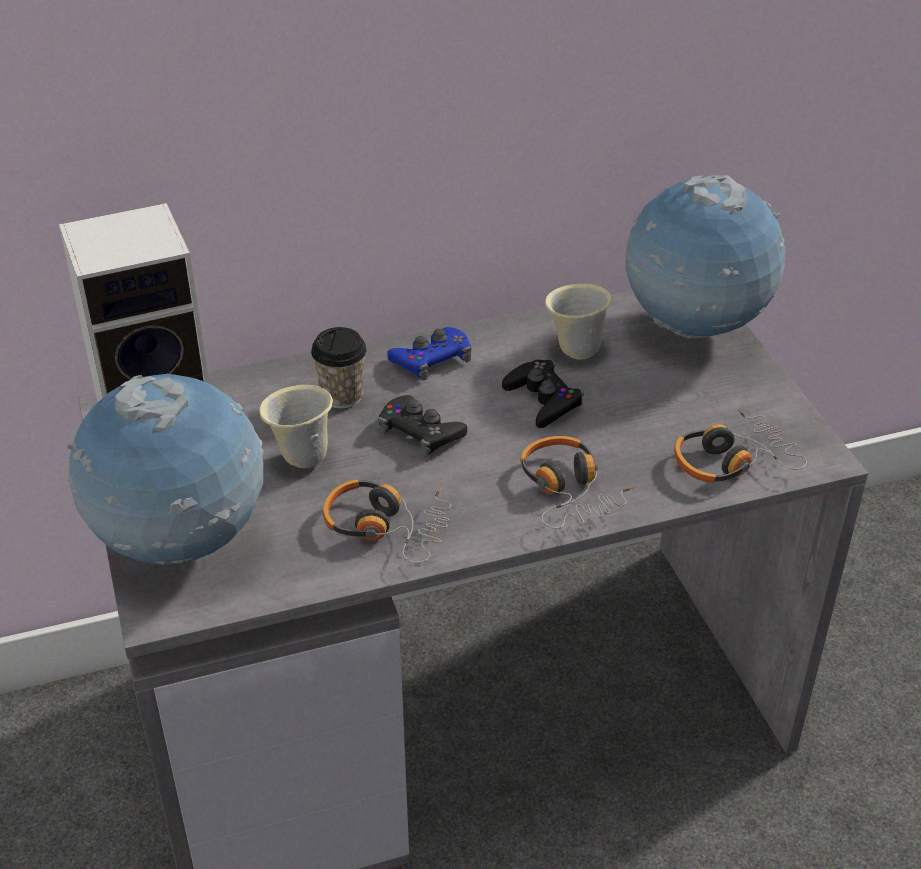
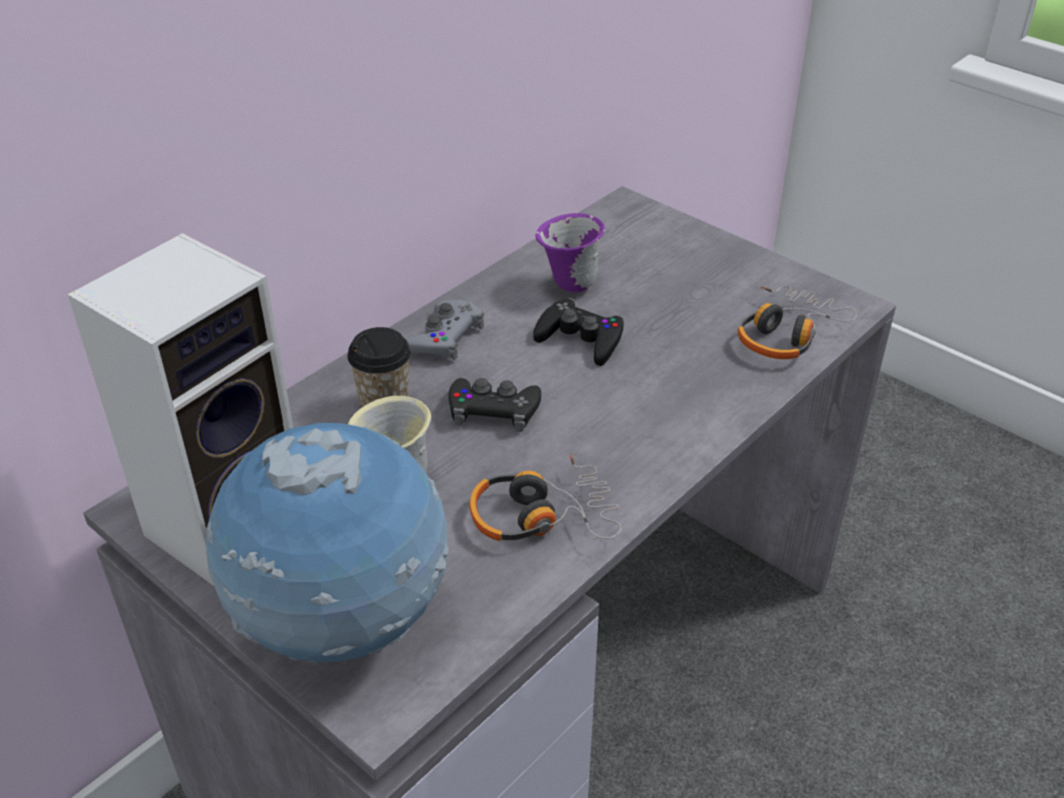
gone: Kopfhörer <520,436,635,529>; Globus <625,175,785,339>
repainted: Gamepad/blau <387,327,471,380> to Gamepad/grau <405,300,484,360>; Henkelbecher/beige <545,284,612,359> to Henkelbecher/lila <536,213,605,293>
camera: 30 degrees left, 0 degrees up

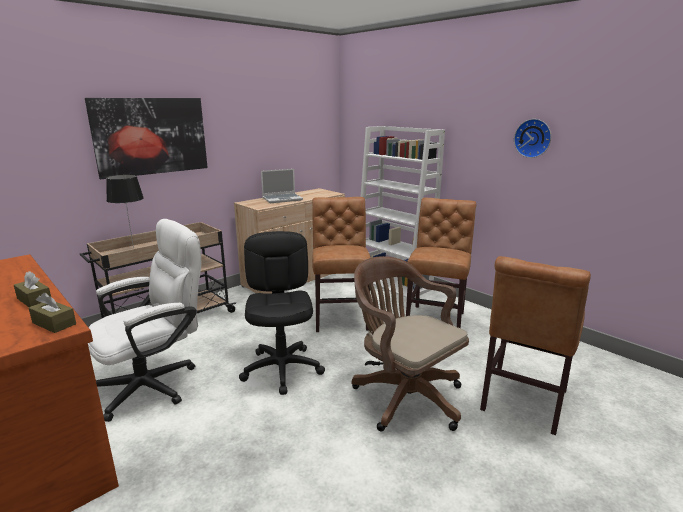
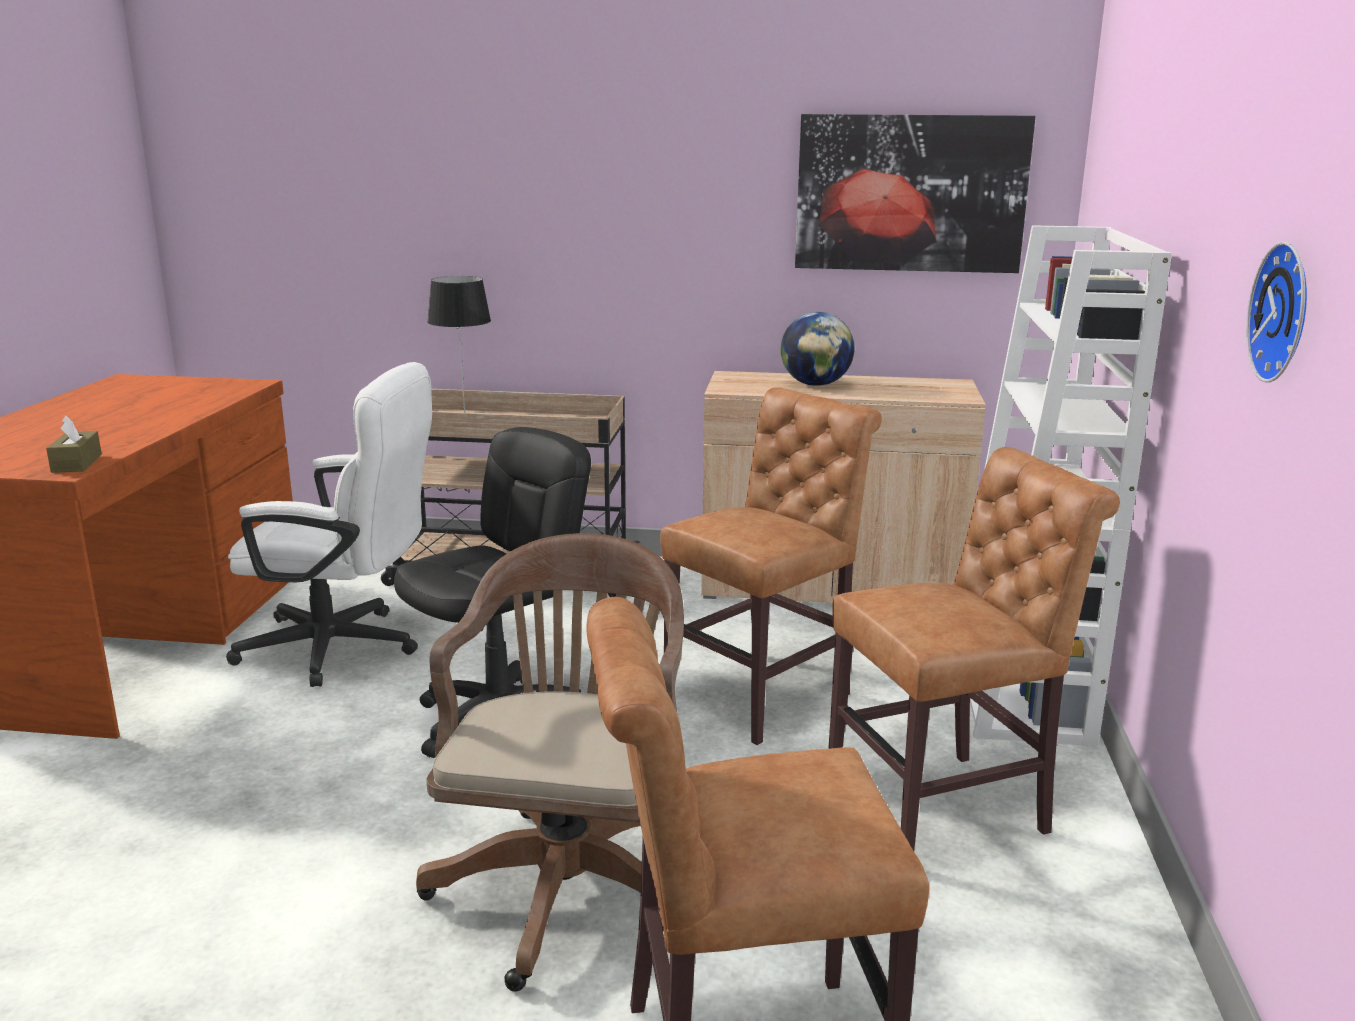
gone: Taschentuchbox/braun <14,271,51,307>
shifted: Bild <85,98,208,179> to <795,114,1035,273>
swapped: Laptop <261,169,303,203> to Globus <781,312,855,386>
camera: 50 degrees right, 0 degrees up

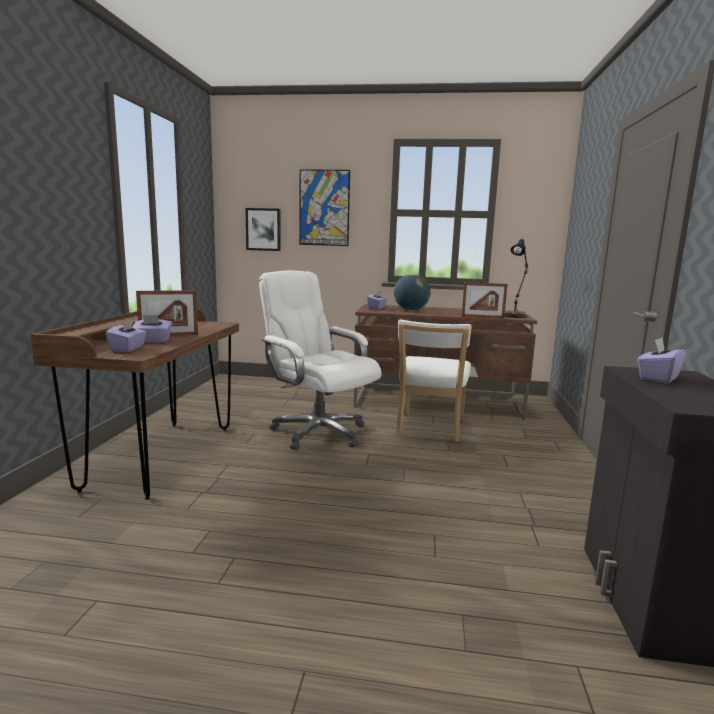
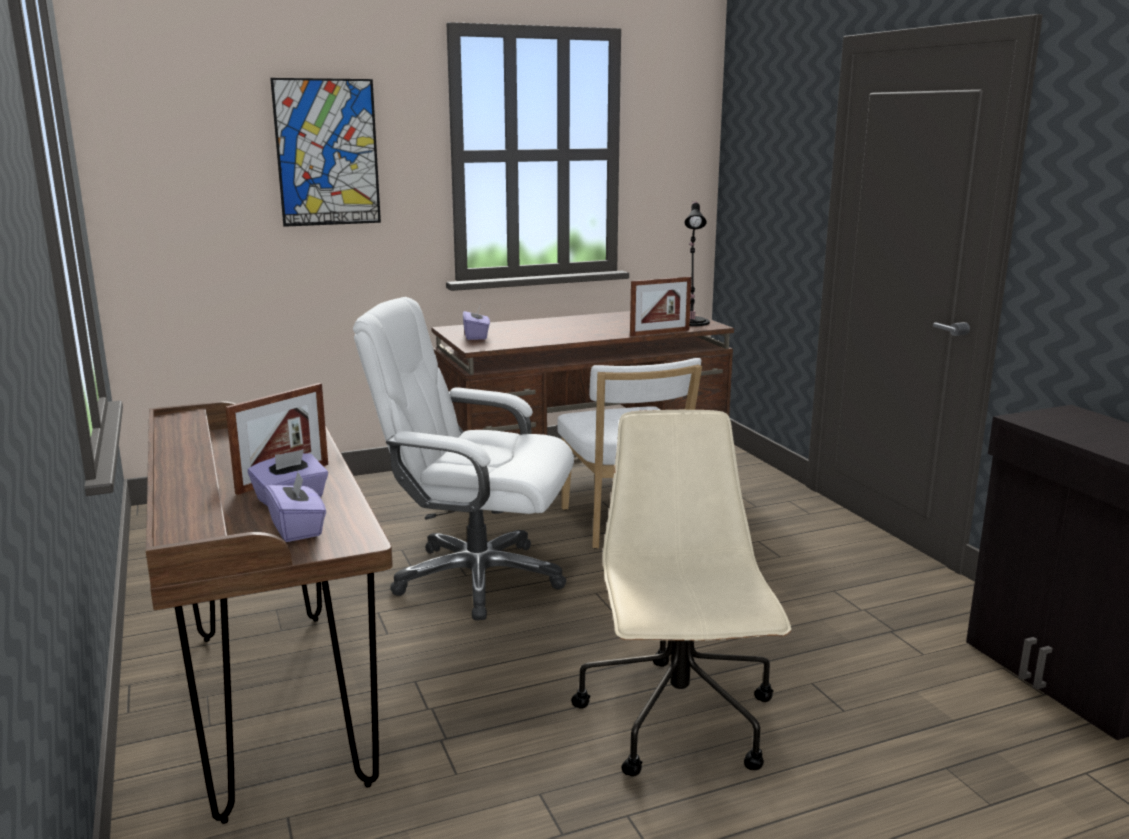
gone: Bild <245,208,281,251>; Globus <394,274,431,311>; Taschentuchbox/lila <637,338,686,384>
new: Bürostuhl/beige <571,410,791,776>
camera: 30 degrees left, 5 degrees up

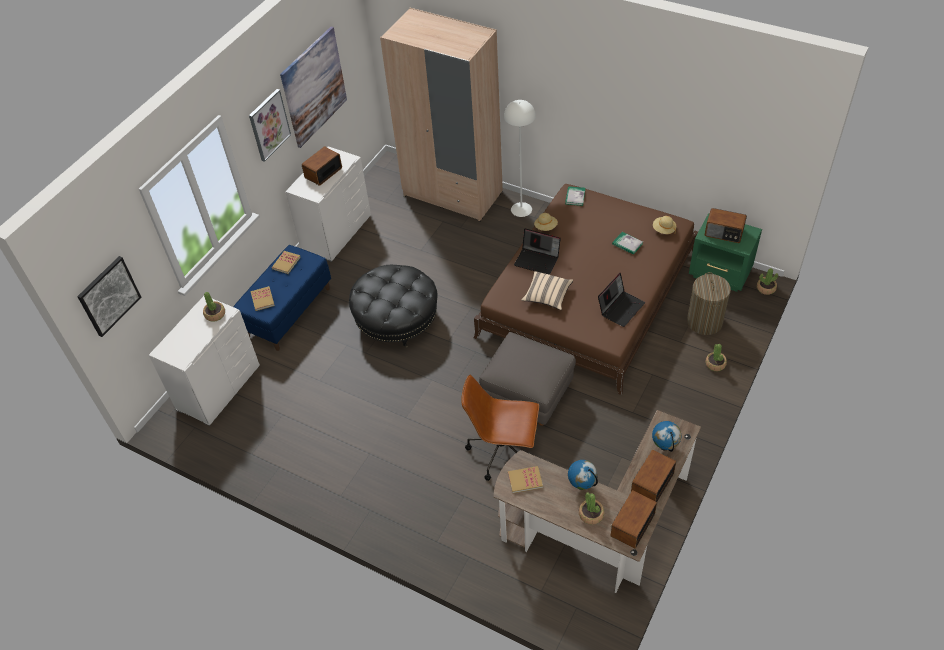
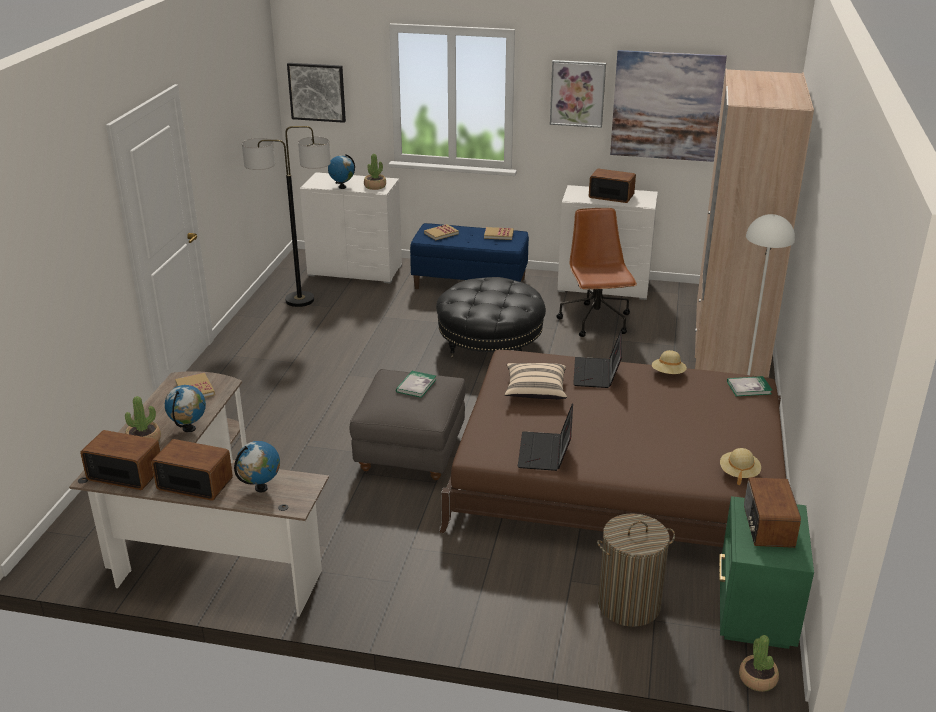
gone: Topfpflanze <705,344,727,371>
new: Stehlampe <242,126,331,307>; Globus <328,154,355,189>
shifted: Bürostuhl/braun <461,375,539,481> to <556,208,637,337>; Buch <612,232,643,255> to <396,371,436,398>
rotated: Laptop <598,273,645,327> = <518,404,573,471> 75 degrees clockwise
camera: 70 degrees right, 20 degrees down

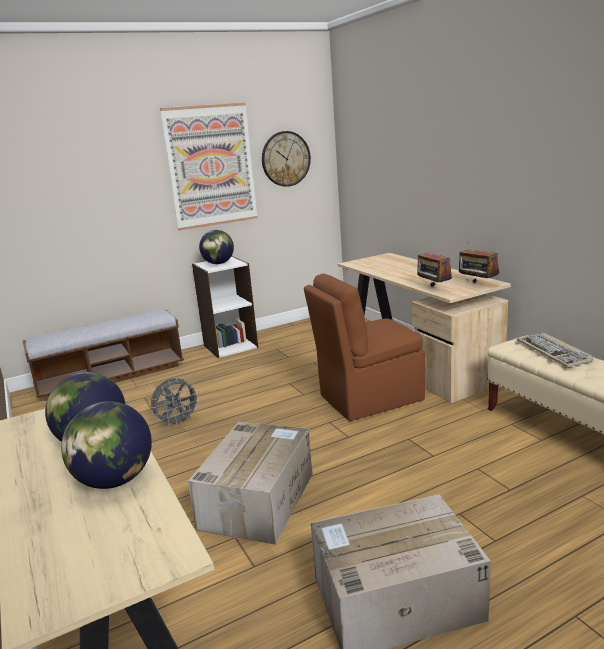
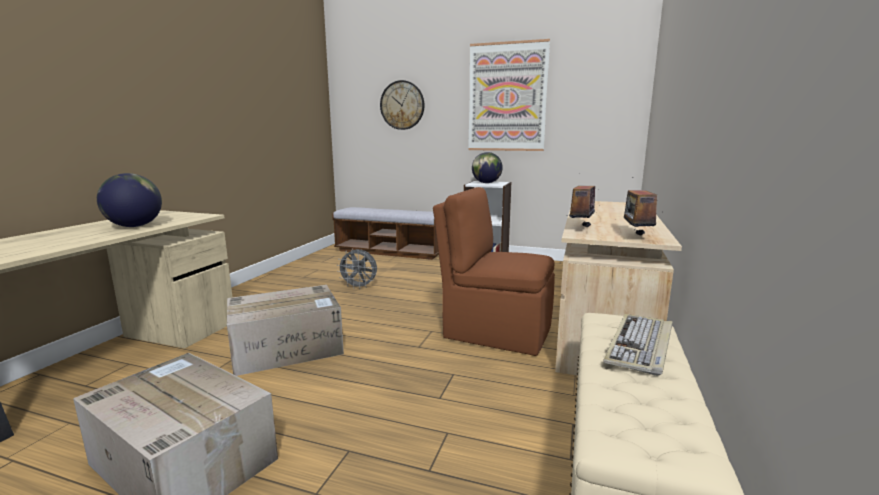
gone: Globus <61,401,152,489>
shifted: Wanduhr <262,131,311,187> to <380,80,424,130>
camera: 45 degrees right, 5 degrees down

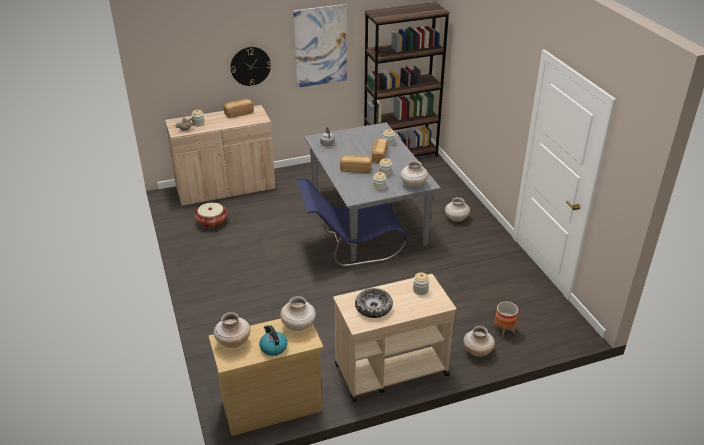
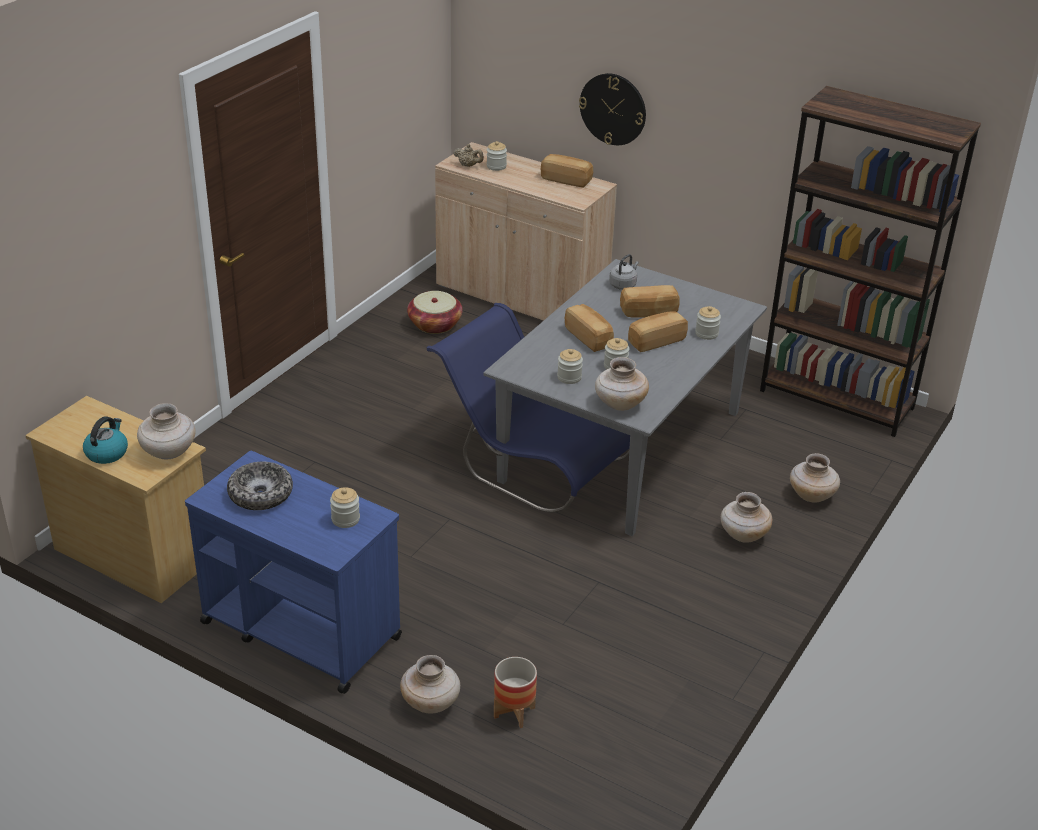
gone: Bild <293,4,347,88>
new: Brot <620,285,680,318>
shifted: Vase/beige <214,312,250,348> to <790,453,840,503>
repainted: Rollwagen/beige <333,274,456,402> to Rollwagen/blau <185,451,402,694>
camera: 50 degrees right, 0 degrees up

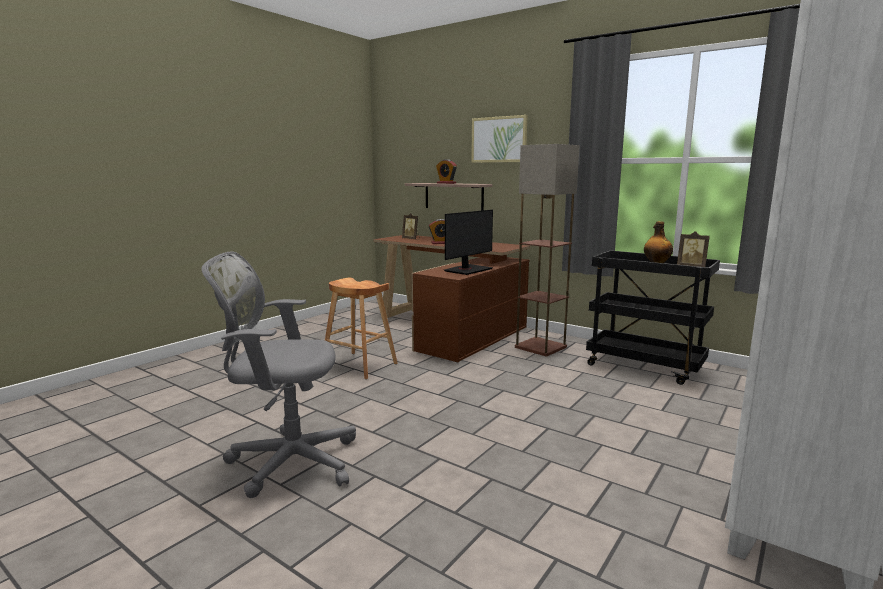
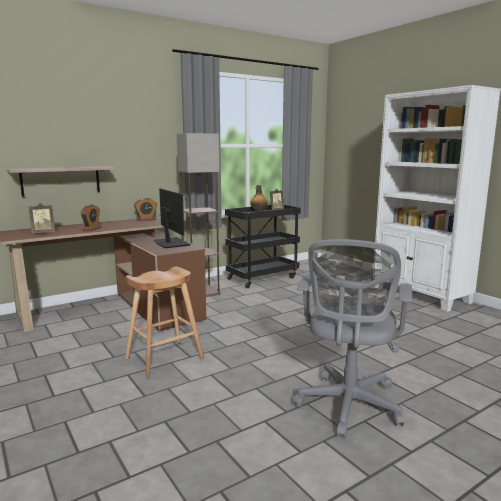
gone: Bild <471,115,528,163>
shifted: Wecker <436,159,457,184> to <134,198,157,221>
camera: 70 degrees left, 0 degrees up

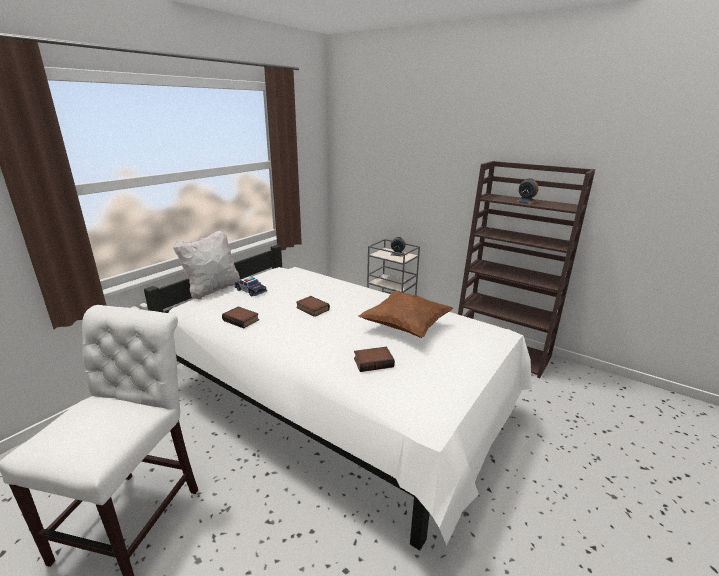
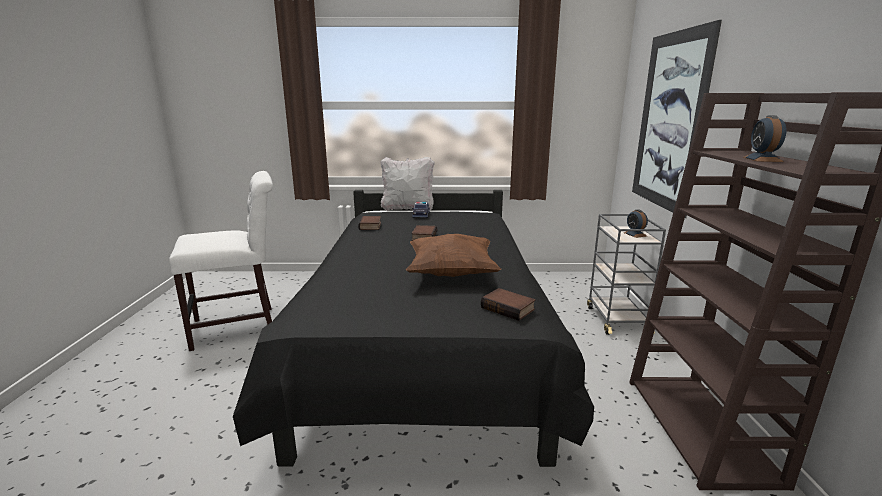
new: Bild <632,20,722,218>
shifted: Buch <354,347,395,372> to <481,288,536,321>
repainted: Bett/weiß <144,245,532,551> to Bett/schwarz <233,190,594,467>
camera: 55 degrees right, 5 degrees down

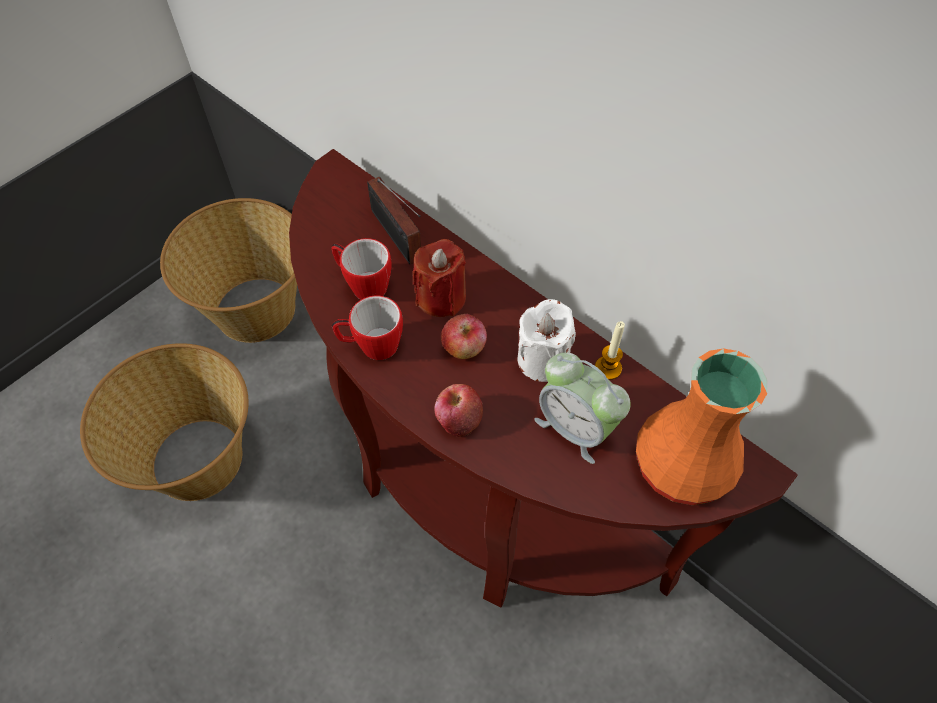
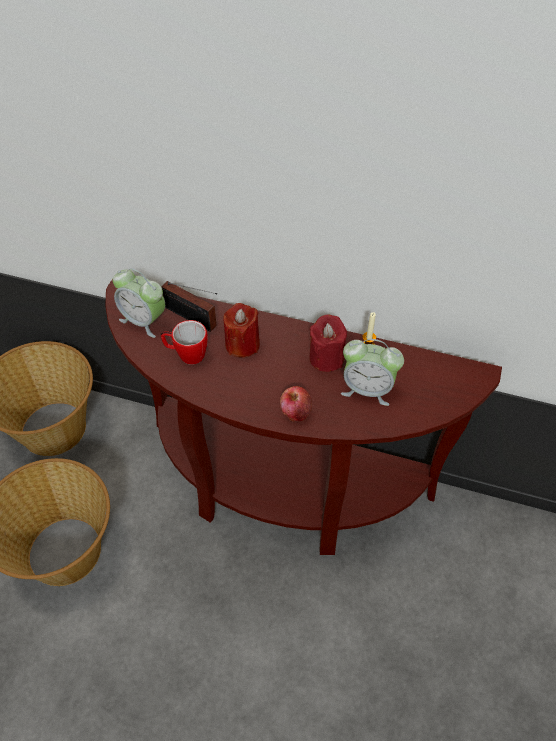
gone: Henkelbecher <332,295,403,360>; Apfel <441,314,487,359>; Vase/orange <636,348,768,505>
new: Wecker <113,268,165,338>
repainted: Kerze/weiß <517,299,576,382> to Kerze/rot <309,315,347,372>
camera: 25 degrees left, 5 degrees down

